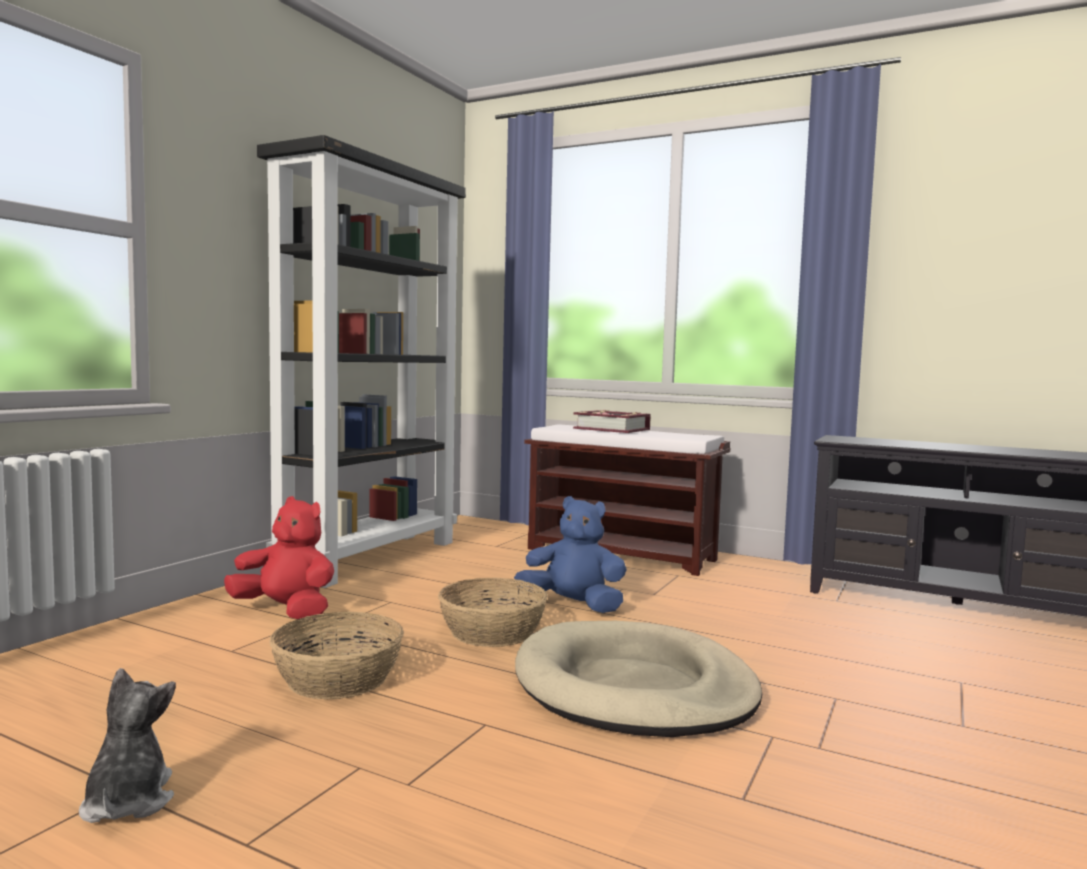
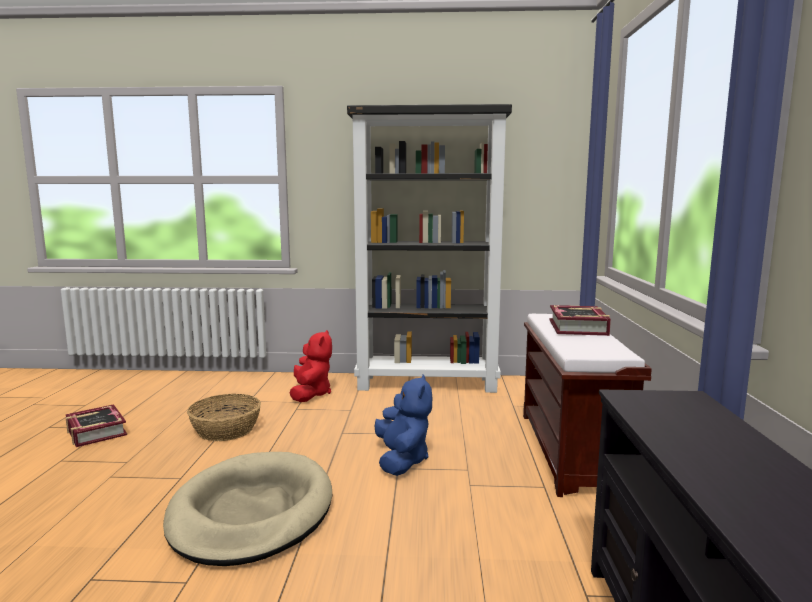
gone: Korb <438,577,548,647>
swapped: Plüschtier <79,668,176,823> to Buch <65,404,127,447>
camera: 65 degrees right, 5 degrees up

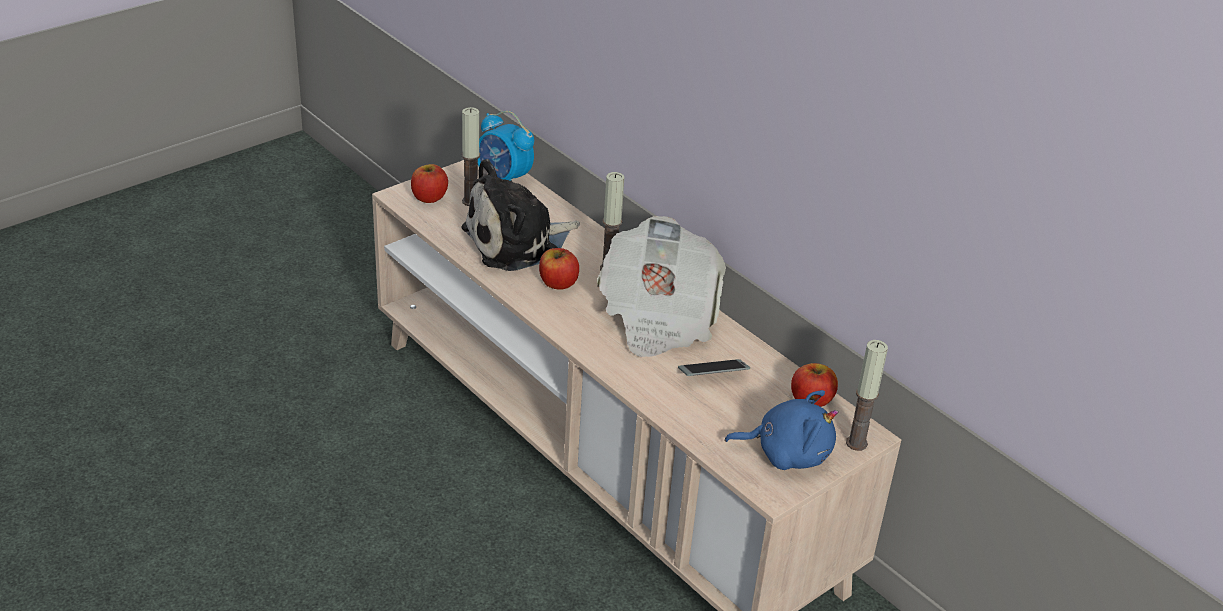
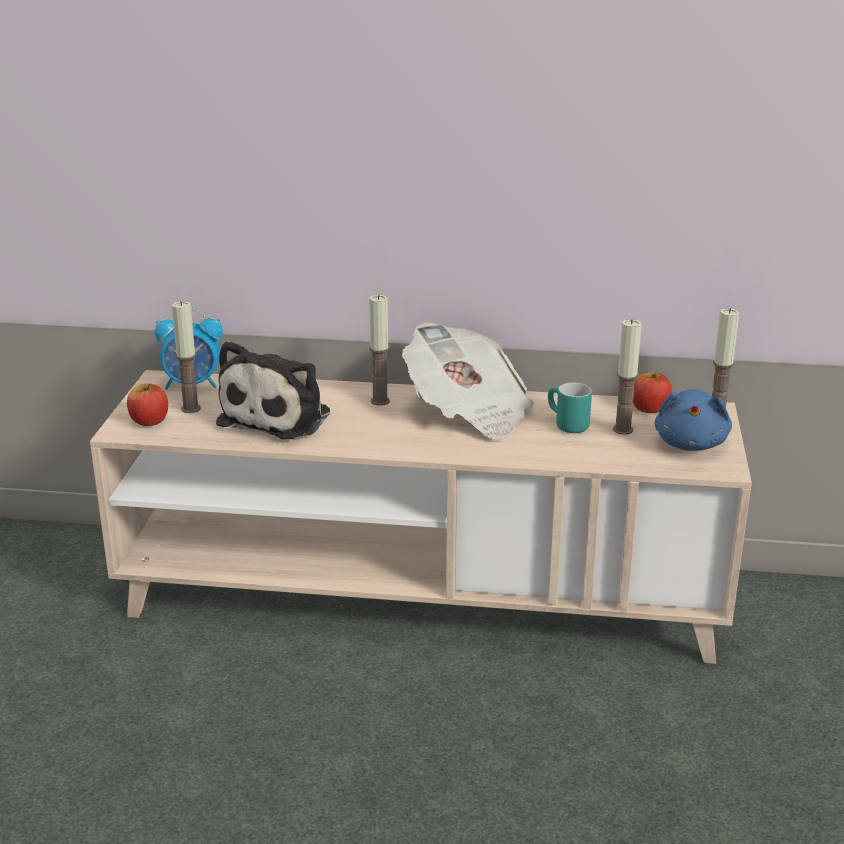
gone: Apfel <539,248,579,290>
new: Kerze <613,319,642,435>
swapped: Handy <678,359,750,376> to Henkelbecher/türkis <548,383,592,433>
rotated: Plüschtier/blau <725,390,838,470> = <655,389,732,451> 135 degrees clockwise
camera: 40 degrees left, 10 degrees down

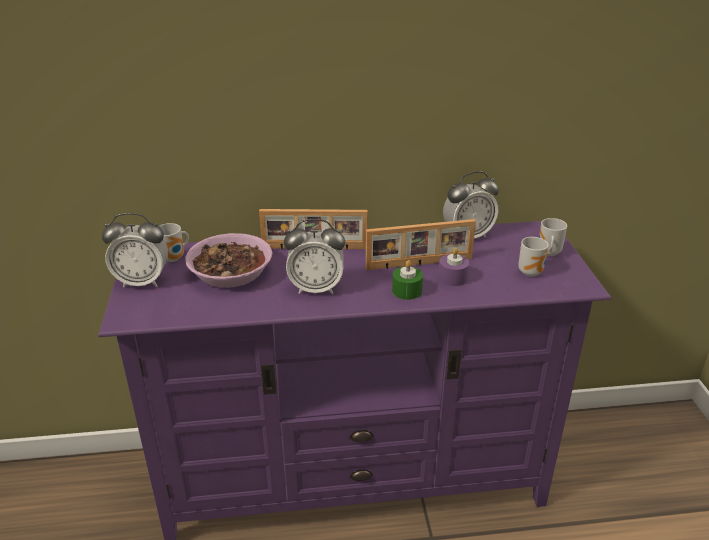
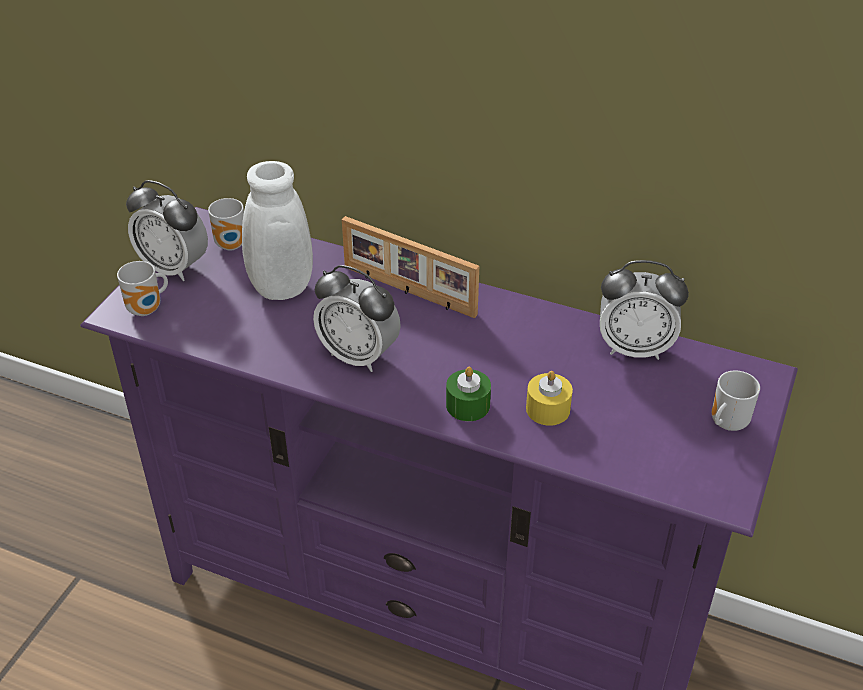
gone: Bilderrahmen <366,219,476,270>
shifted: Henkelbecher <518,237,549,277> to <117,261,168,316>
swapped: Schüssel <185,233,272,288> to Vase/weiß <223,161,313,300>
repainted: Kerze/lila <438,248,469,286> to Kerze/gelb <526,371,573,426>
camera: 30 degrees right, 10 degrees up

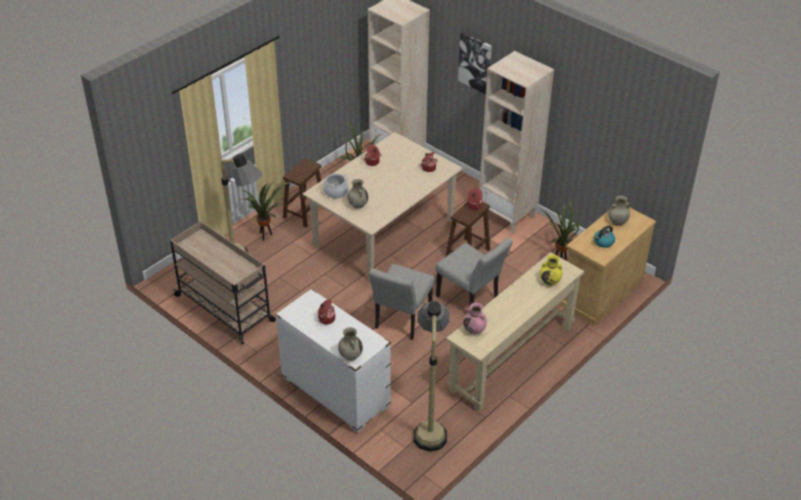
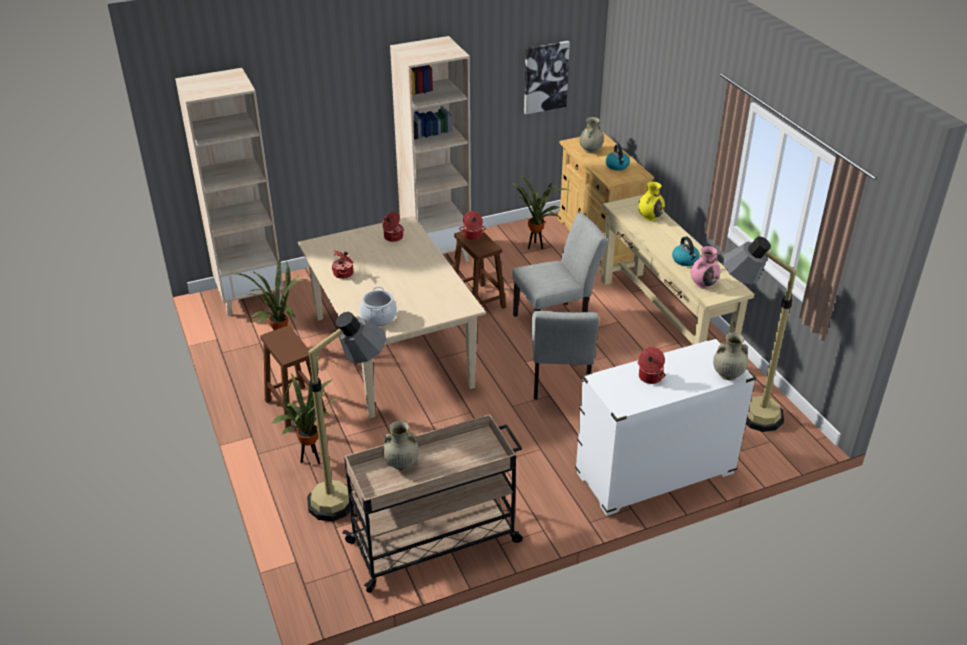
new: Wasserkessel <672,237,700,266>
shifted: Vase/beige <347,179,368,209> to <383,421,419,470>; Bild <458,32,492,94> to <524,41,570,114>
rotated: Stuhl/grau <369,264,435,340> = <532,311,599,400> 45 degrees clockwise
camera: 65 degrees left, 5 degrees down

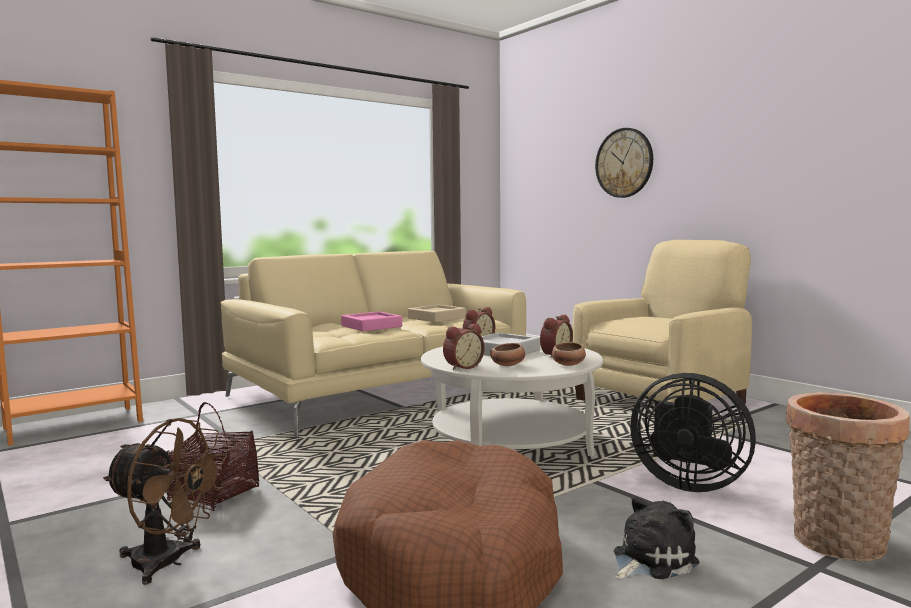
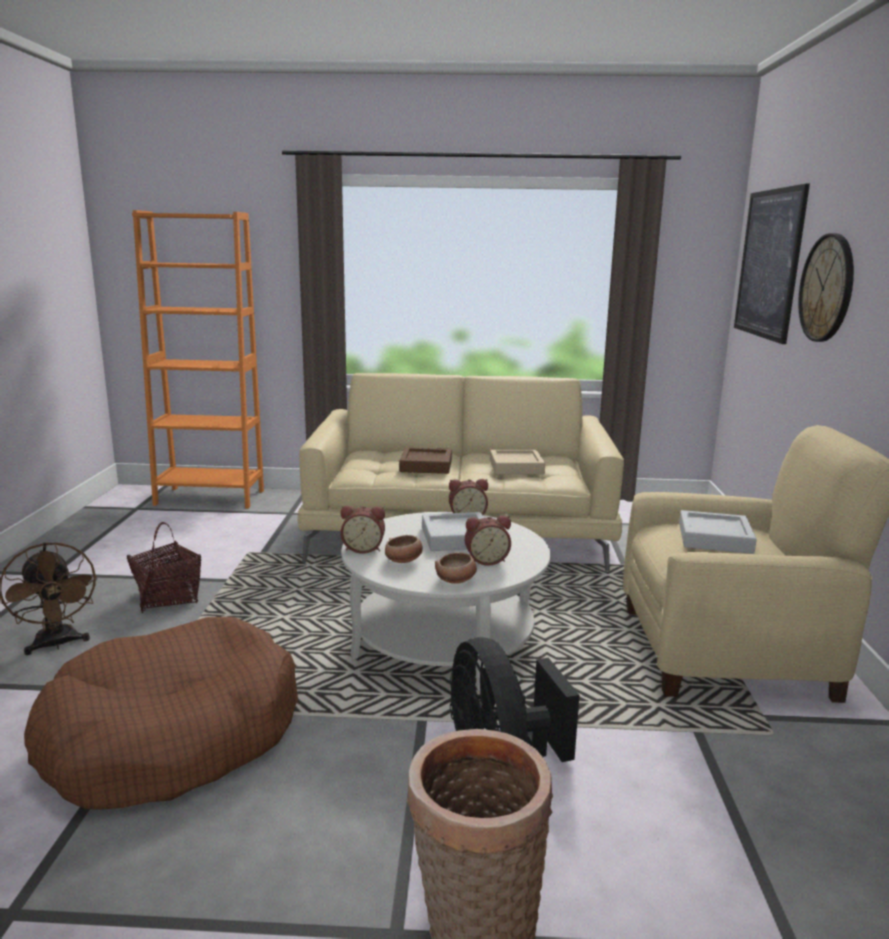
gone: Plüschtier <614,496,699,580>
new: Tablett/grau <679,510,757,554>; Bild <734,184,810,344>
repainted: Tablett/rosa <341,311,402,331> to Tablett/braun <399,448,452,474>
camera: 40 degrees right, 10 degrees up

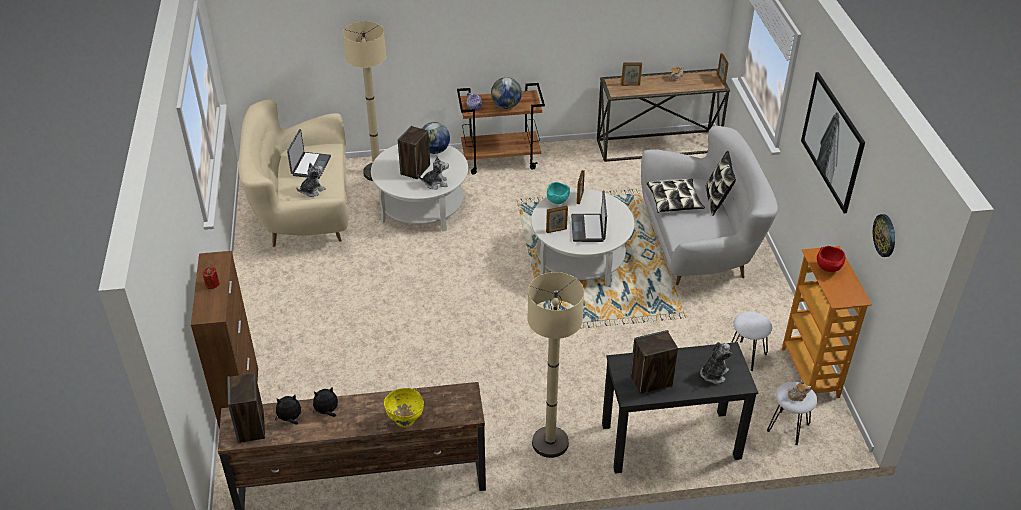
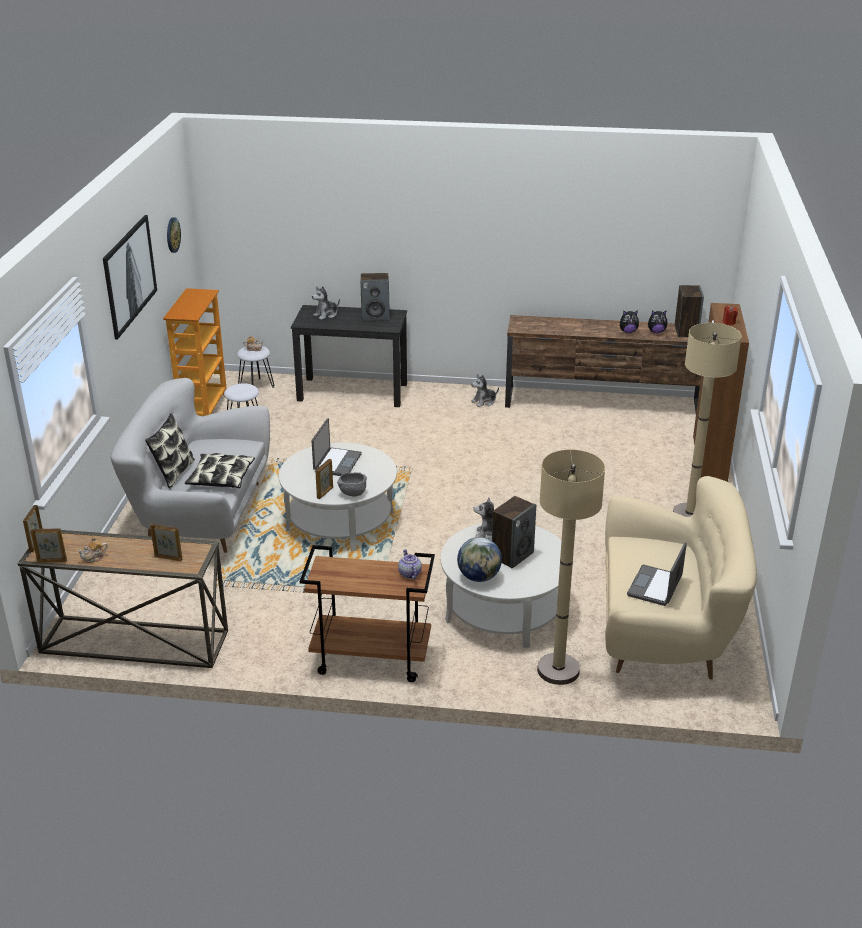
gone: Schüssel/gelb <384,388,424,427>; Globus <491,77,522,109>; Schüssel/rot <817,246,845,272>
shifted: Plüschtier <296,163,326,197> to <471,374,499,407>; Stehlampe/beige <527,272,584,458> to <673,323,742,517>; Bilderrahmen <546,206,568,233> to <30,528,67,563>
repainted: Schüssel/türkis <547,182,570,204> to Schüssel/grau <337,472,367,496>
camera: 165 degrees left, 10 degrees down

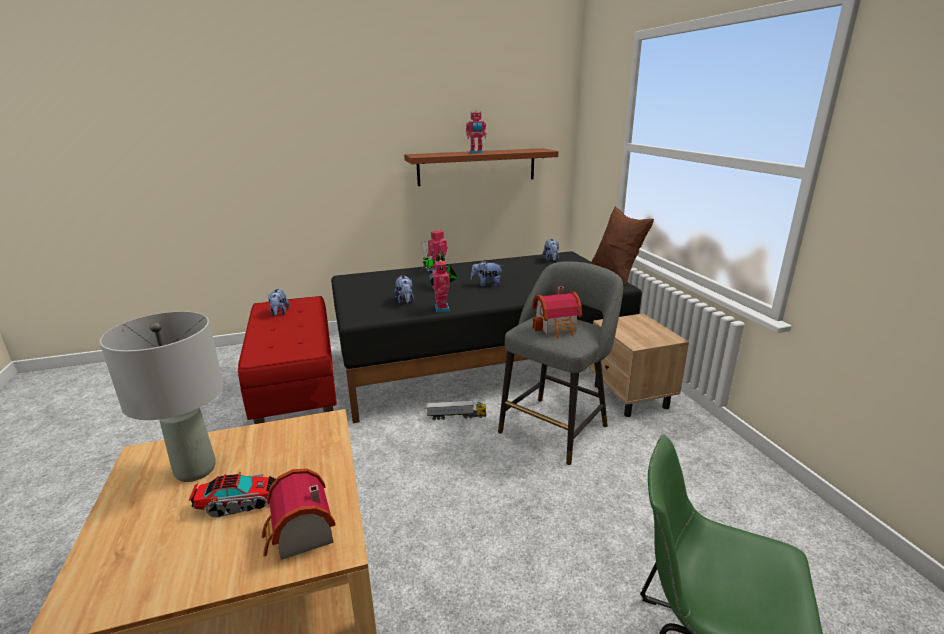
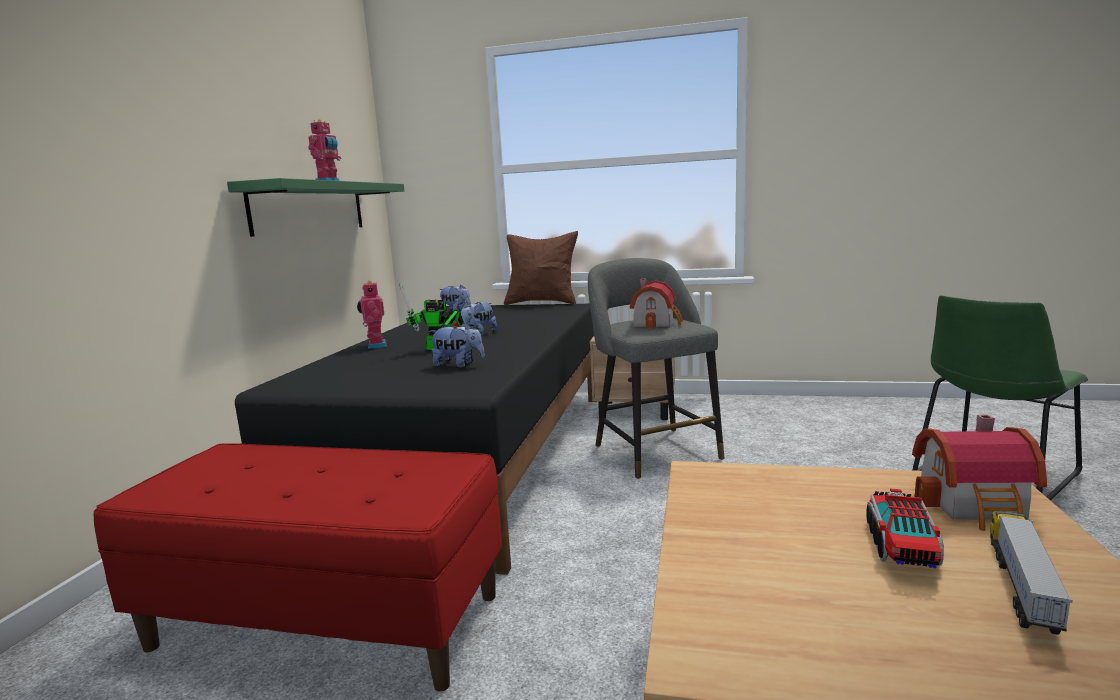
gone: Tischlampe/grau <100,311,224,482>; Plüschtier <268,289,289,316>; Spielzeugroboter <430,259,450,312>
shifted: Spielzeuglaster <427,401,486,420> to <990,511,1072,635>
repainted: Wandregal/braun <404,148,559,186> to Wandregal/grün <227,178,404,237>
camera: 60 degrees left, 10 degrees down

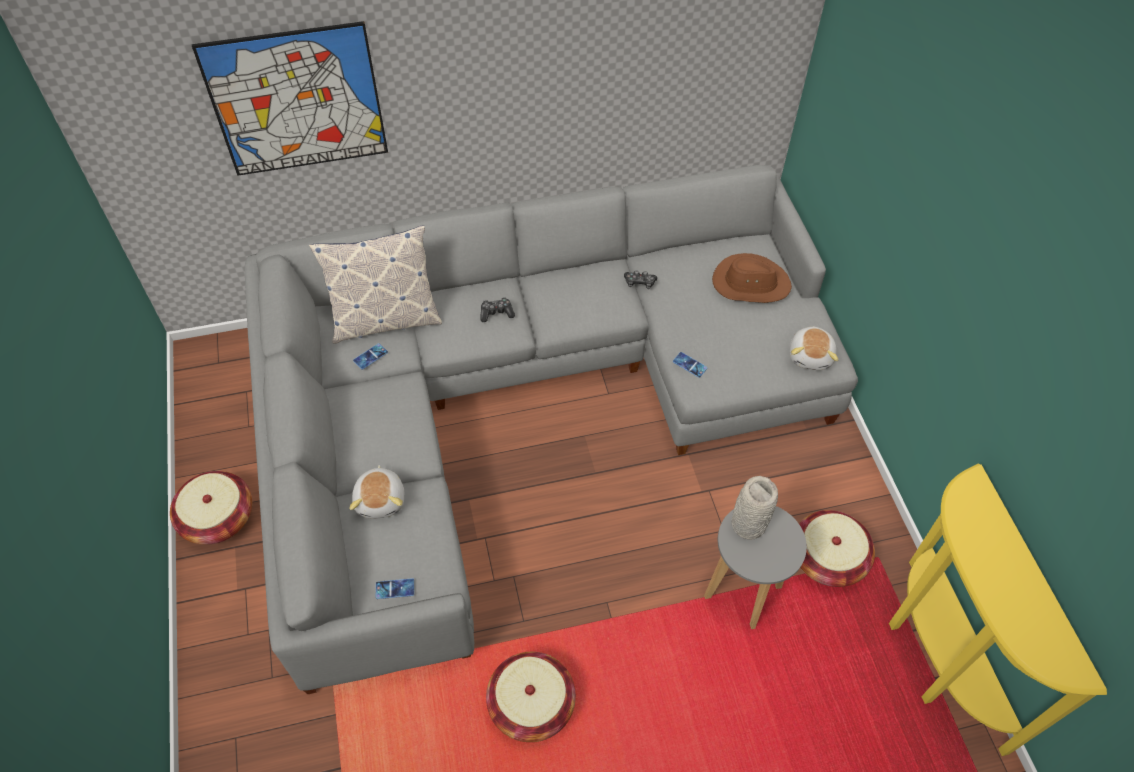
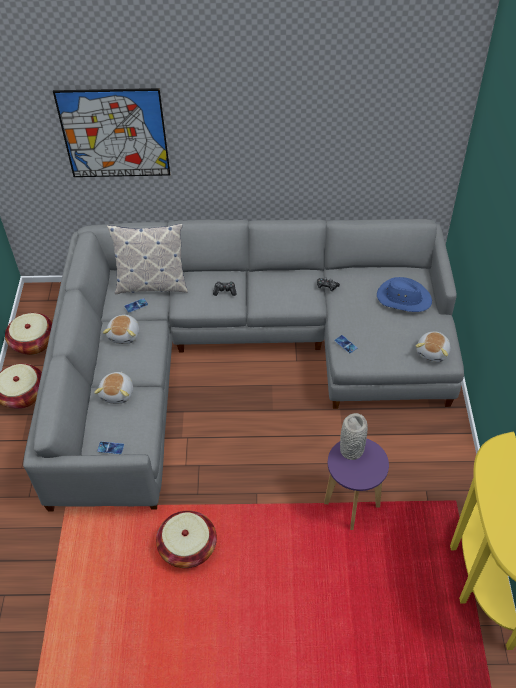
new: Plüschtier <103,315,139,344>
shifted: Korb <799,510,875,587> to <5,313,53,355>
repainted: Hocker/grau <704,506,807,629> to Hocker/lila <324,439,389,530>; Hut/braun <712,253,792,303> to Hut/blau <377,277,432,312>
camera: 15 degrees right, 5 degrees down

